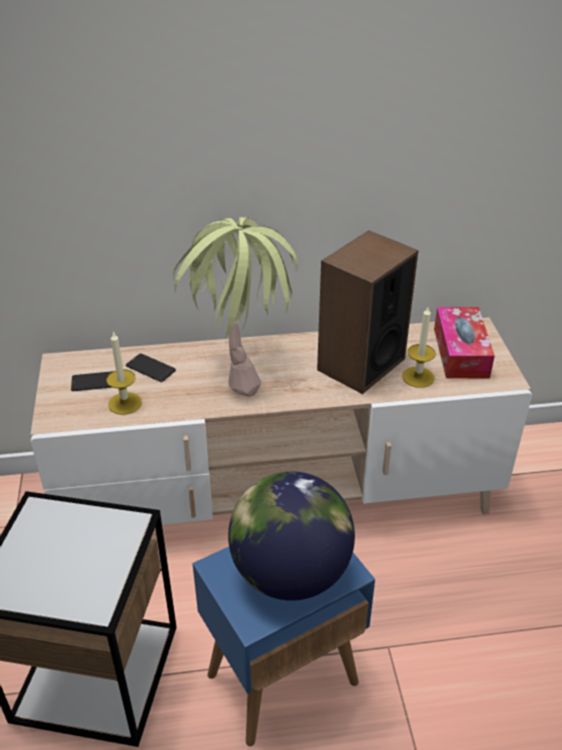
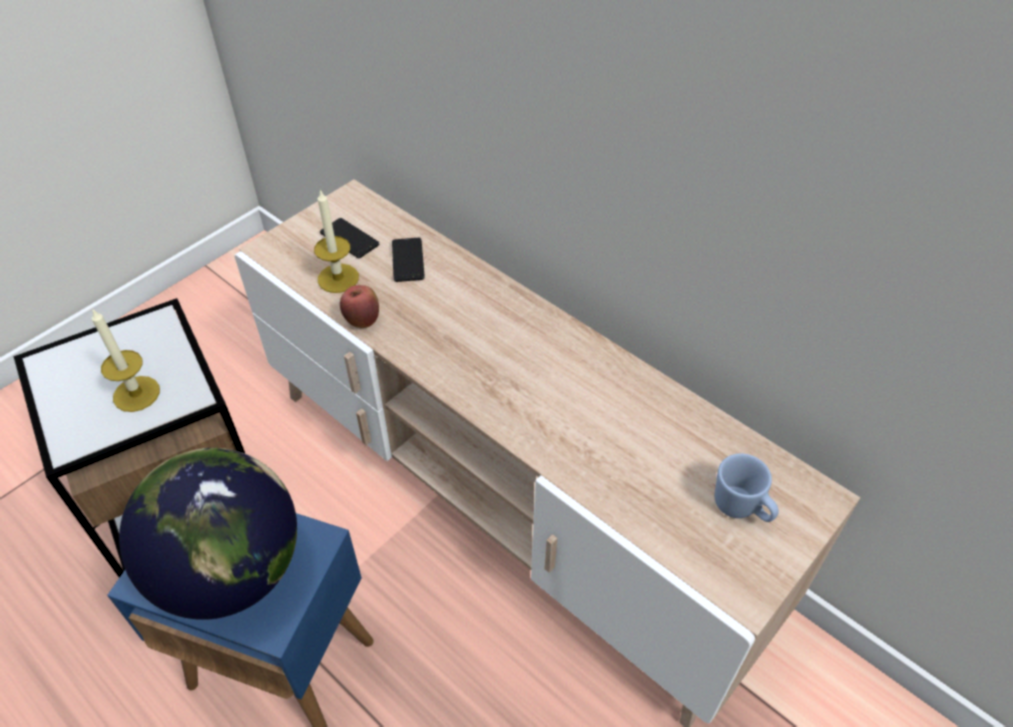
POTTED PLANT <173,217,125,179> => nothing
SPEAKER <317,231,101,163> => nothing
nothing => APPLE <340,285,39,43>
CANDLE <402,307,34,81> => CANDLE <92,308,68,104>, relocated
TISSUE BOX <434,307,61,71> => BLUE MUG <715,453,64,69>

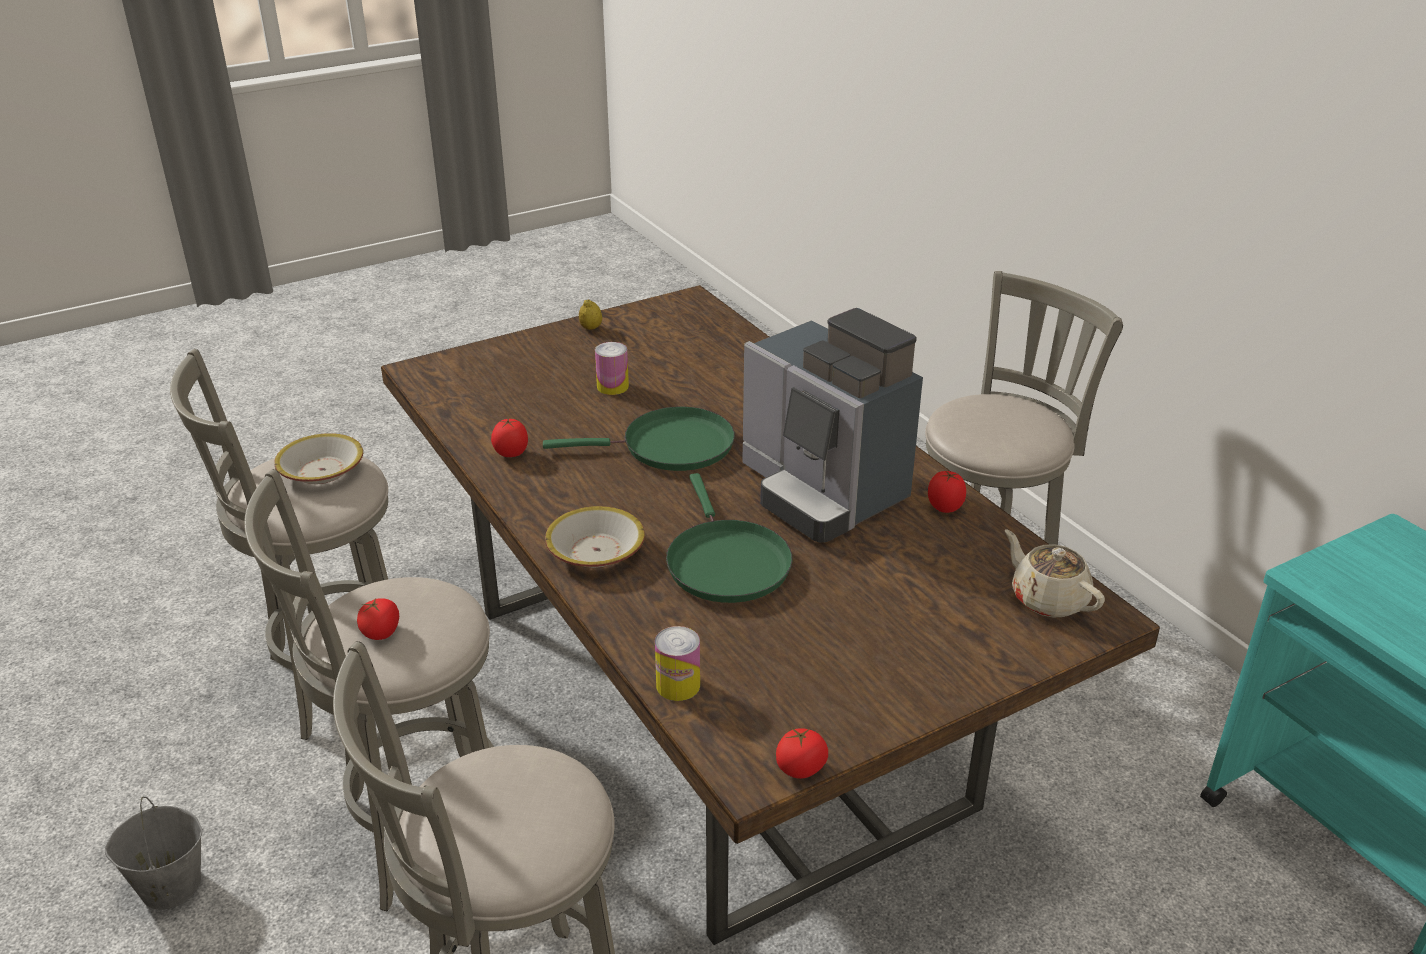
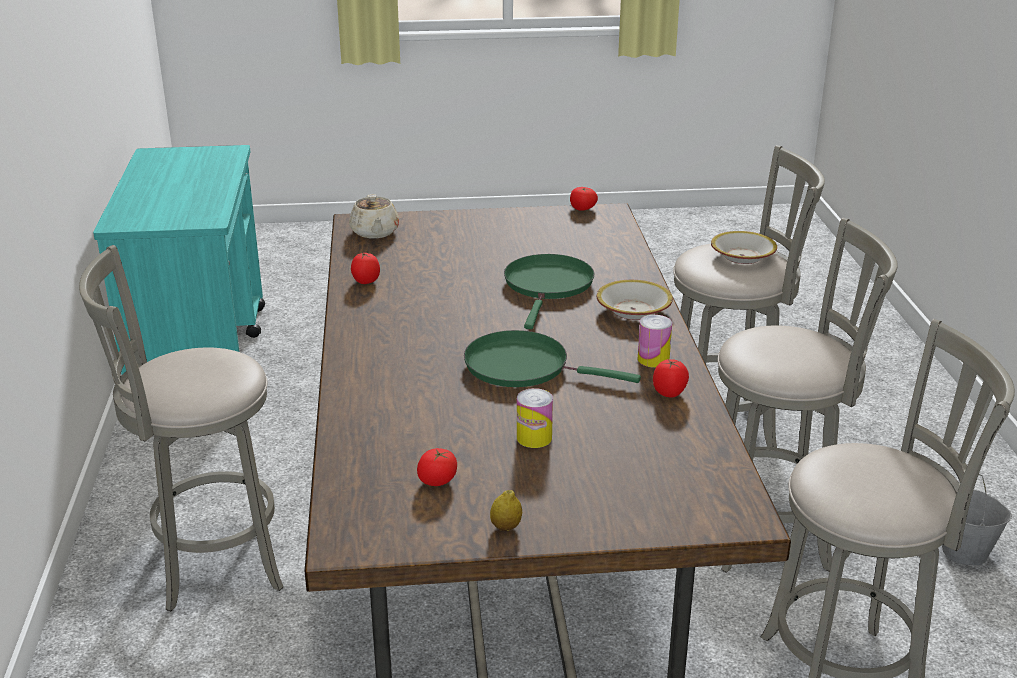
COFFEE MACHINE <742,308,181,235> => nothing
BOWL <274,433,89,51> => BOWL <711,231,66,33>, relocated
TOMATO <357,598,42,42> => TOMATO <417,448,40,38>, relocated
CAN <655,626,45,75> => CAN <638,315,34,53>, relocated

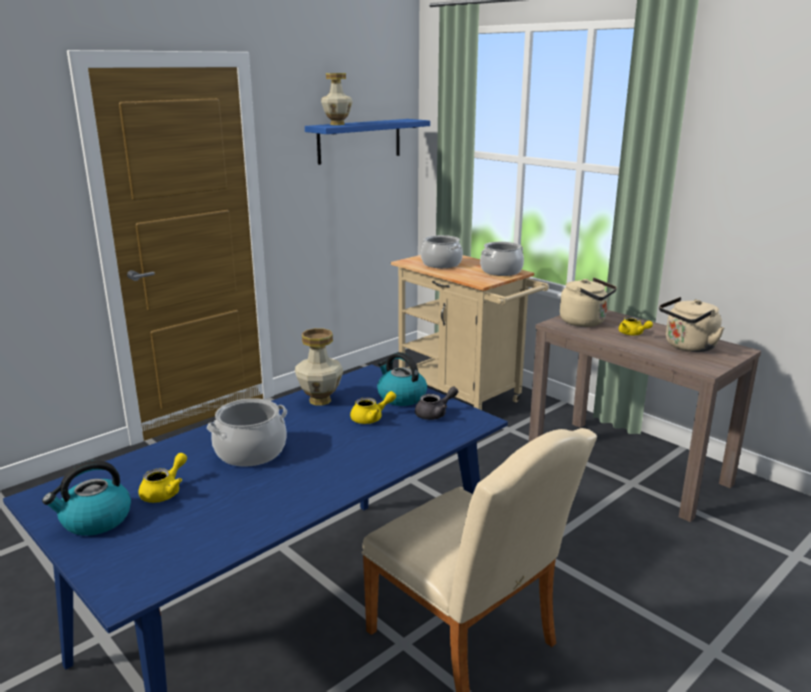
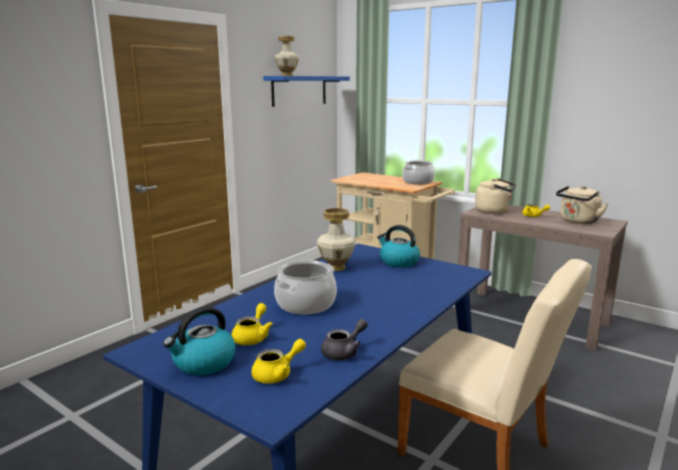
COOKING POT <421,235,42,33> => nothing
YELLOW TEAPOT <350,391,46,33> => YELLOW TEAPOT <251,339,55,45>, relocated
GREY TEAPOT <415,386,43,34> => GREY TEAPOT <321,319,47,41>, relocated

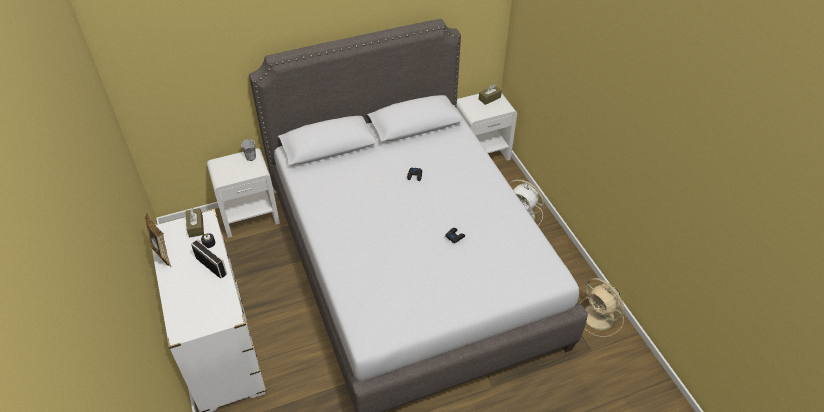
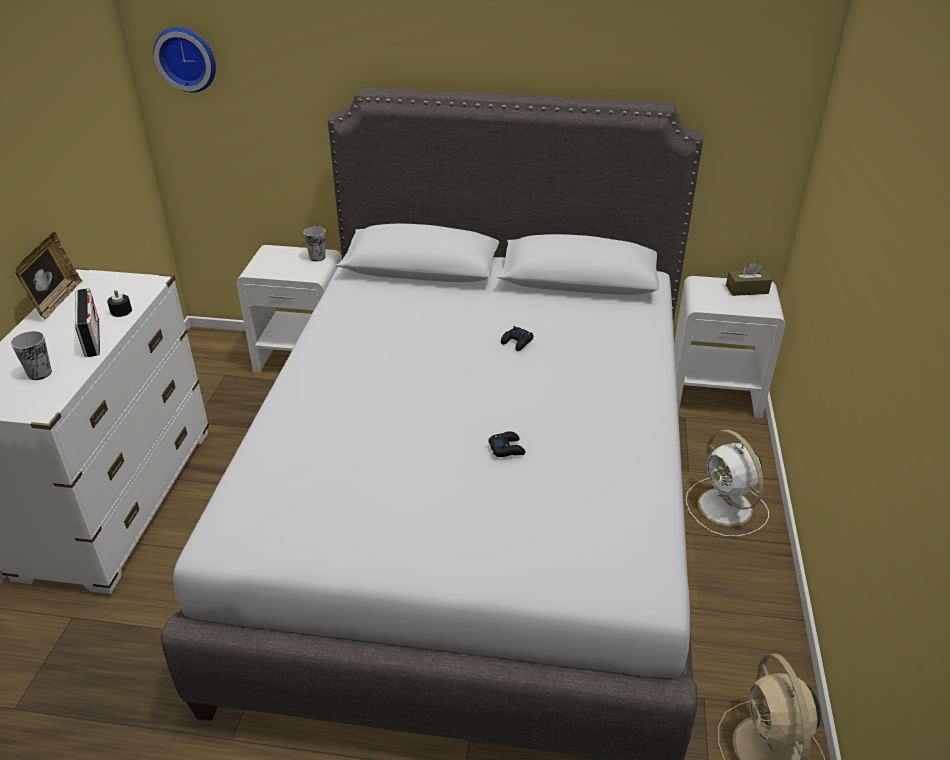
BROWN TISSUE BOX <186,208,18,30> => nothing
nothing => CUP <11,331,41,49>
nothing => WALL CLOCK <154,27,62,66>

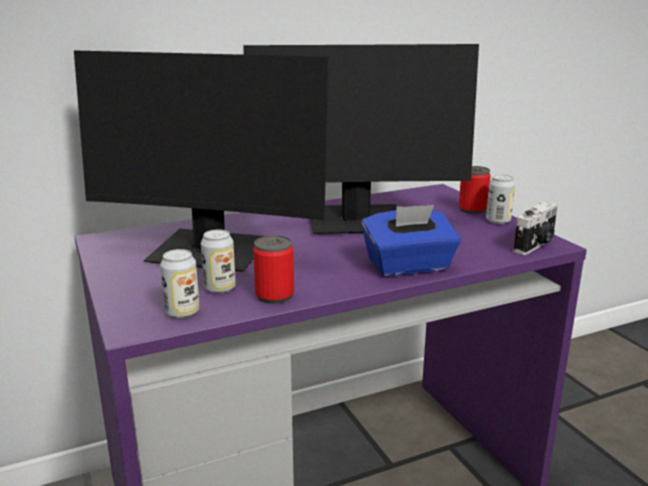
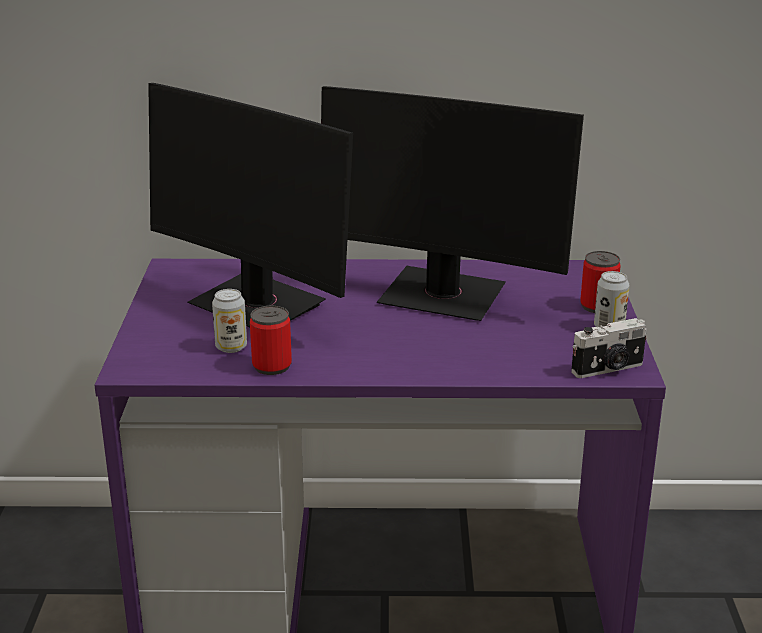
CAN <160,249,40,69> => nothing
BLUE TISSUE BOX <361,205,100,71> => nothing

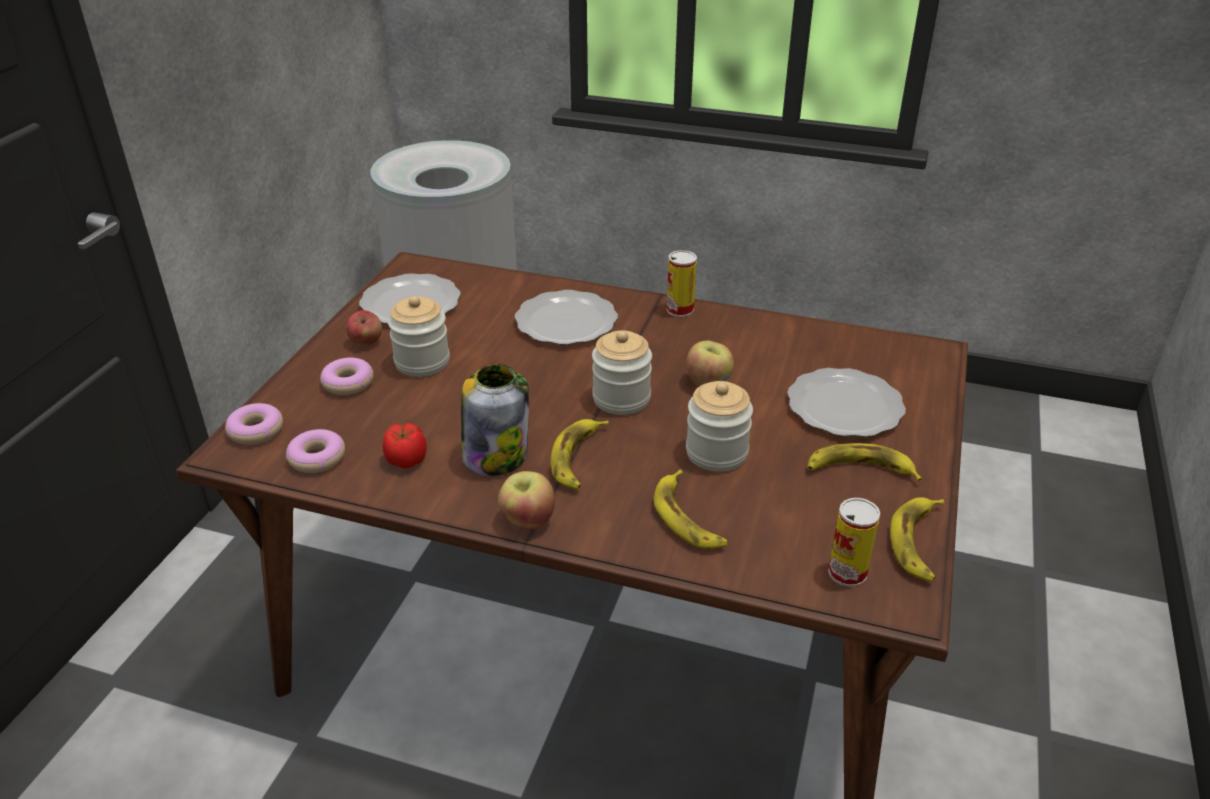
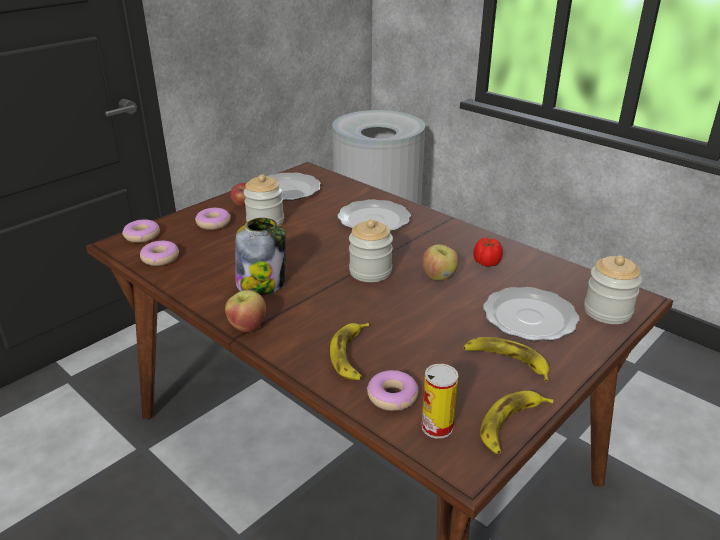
BANANA <550,419,59,70> => nothing
CAN <667,250,30,67> => nothing
nothing => DONUT <367,370,52,41>
TOMATO <382,423,45,45> => TOMATO <474,237,29,30>, relocated
JAR <686,381,67,91> => JAR <584,256,58,68>, relocated

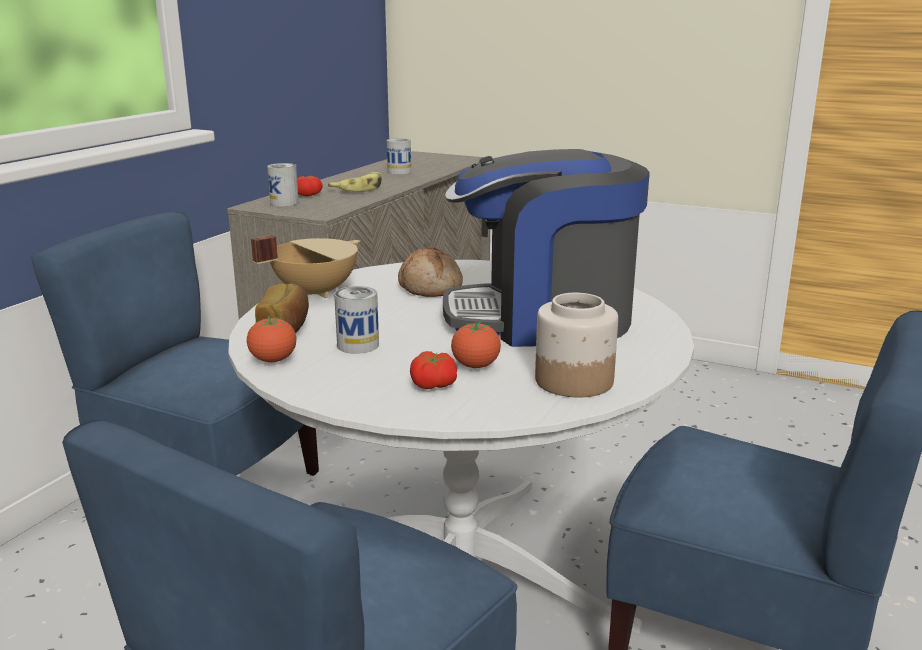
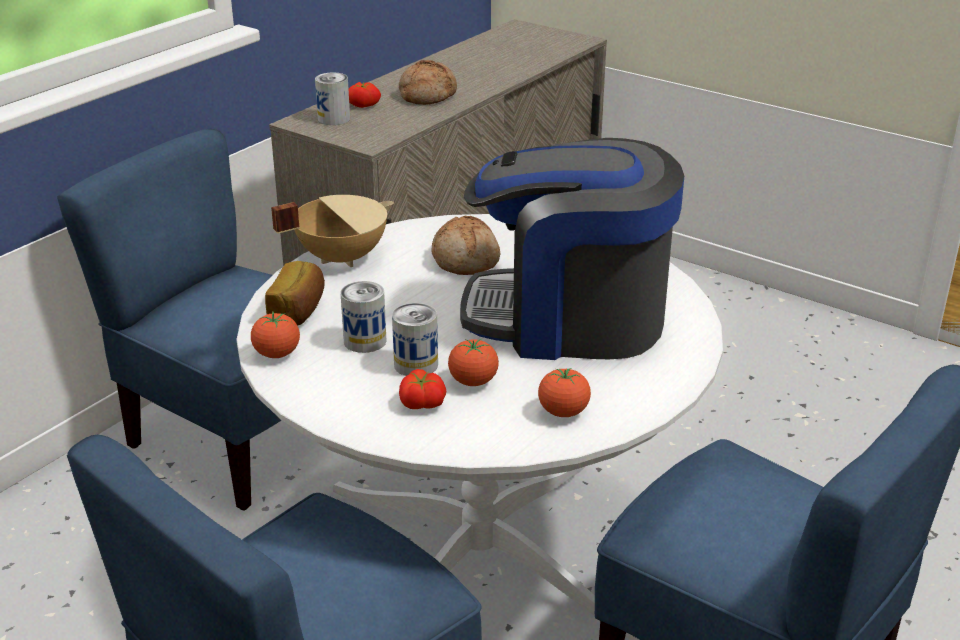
CAN <387,138,24,36> => CAN <392,303,46,73>, relocated
BANANA <328,172,54,20> => BREAD <399,60,58,45>
JAR <535,293,83,104> => TOMATO <538,368,53,49>

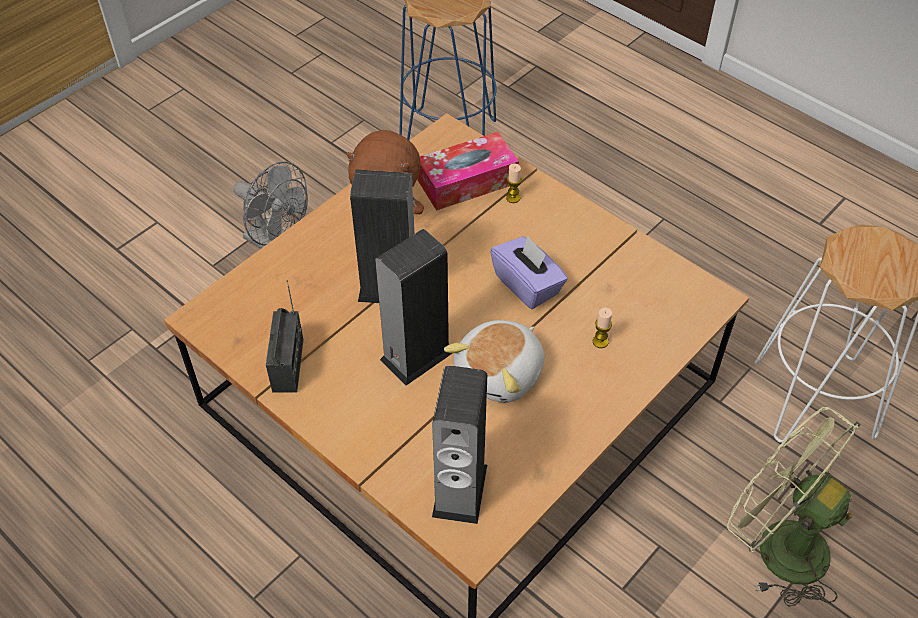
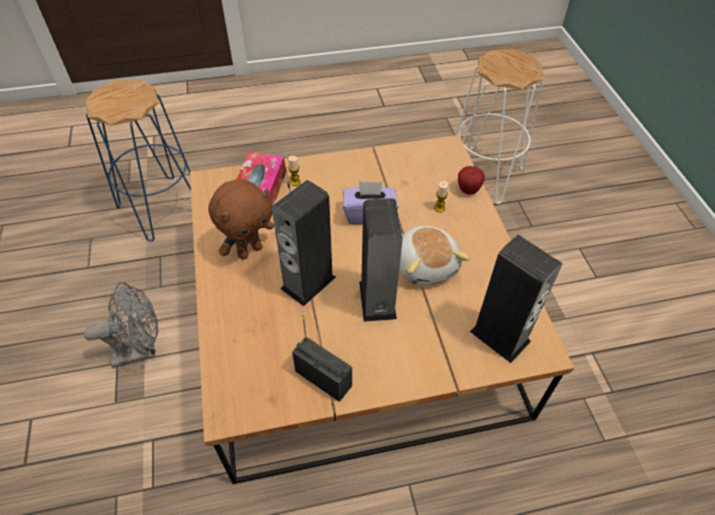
GREEN FAN <727,407,134,200> => nothing
nothing => APPLE <458,166,27,29>

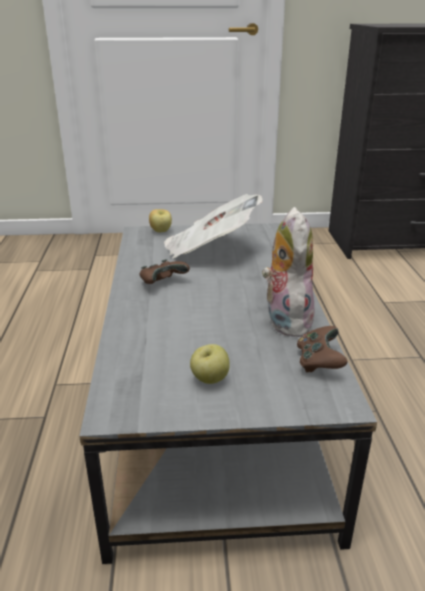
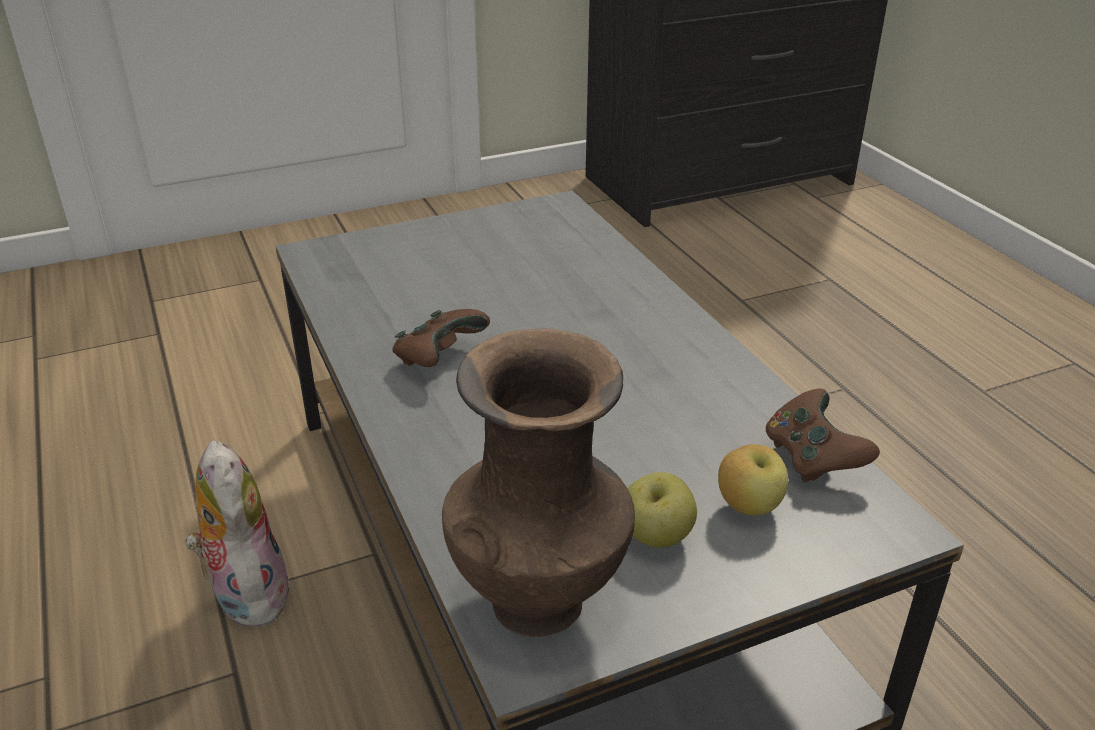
NEWSPAPER <164,194,99,65> => nothing
nothing => BROWN VASE <442,328,193,309>
APPLE <149,209,23,23> => APPLE <718,444,70,72>, relocated
PLUSH TOY <262,207,53,130> => PLUSH TOY <185,440,105,187>, relocated

